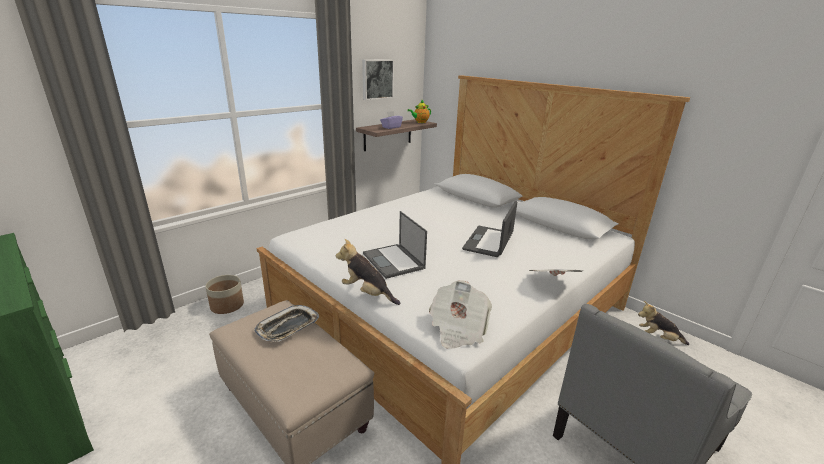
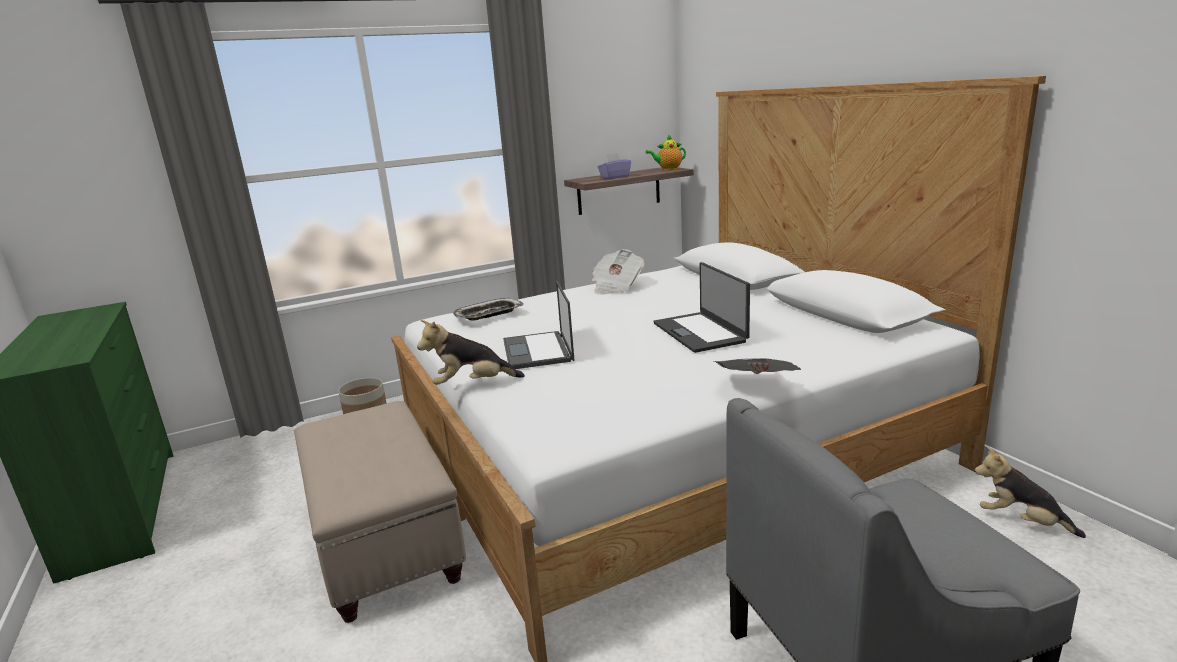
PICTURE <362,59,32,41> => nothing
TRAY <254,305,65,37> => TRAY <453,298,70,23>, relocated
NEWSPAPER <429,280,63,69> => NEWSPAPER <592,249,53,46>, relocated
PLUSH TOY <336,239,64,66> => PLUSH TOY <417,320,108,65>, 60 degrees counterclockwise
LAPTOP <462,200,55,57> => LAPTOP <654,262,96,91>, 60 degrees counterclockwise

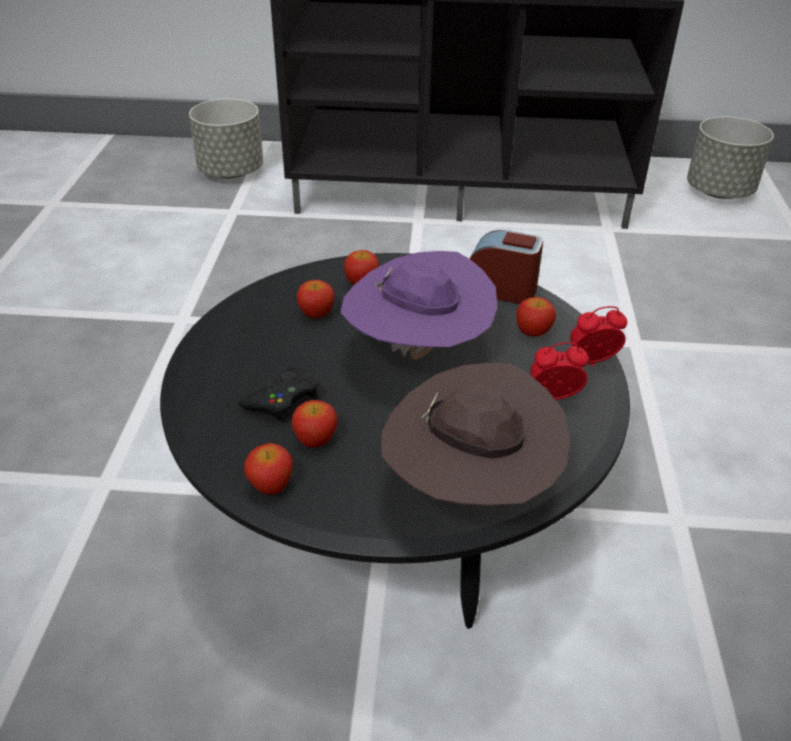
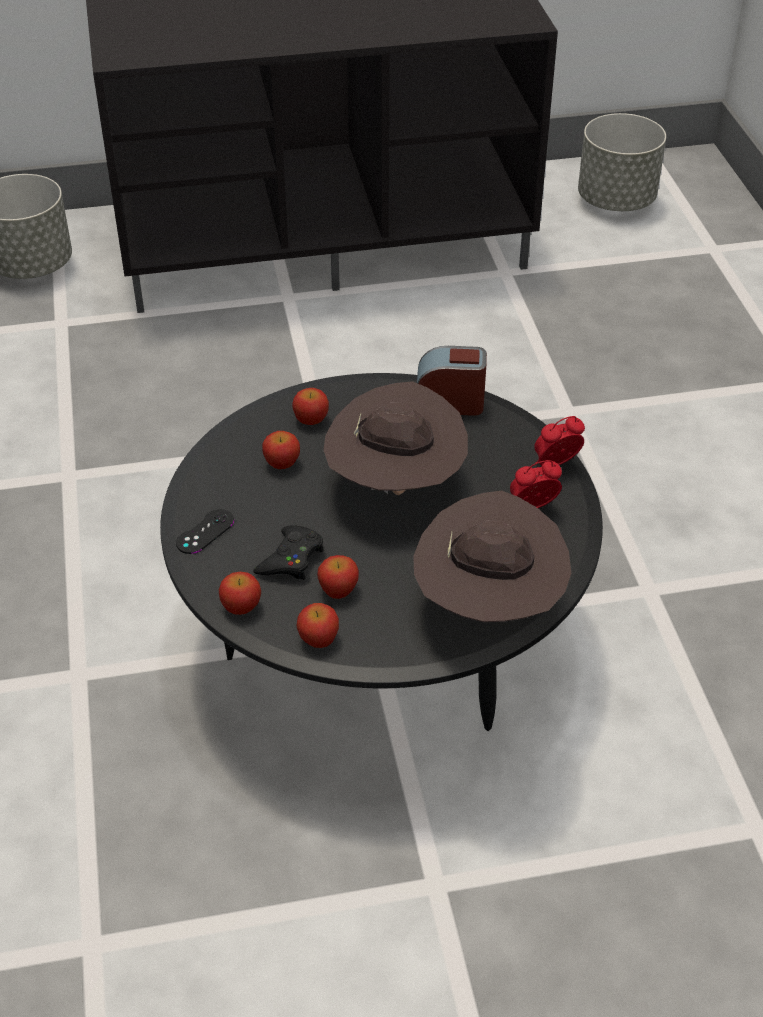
nothing => BLACK GAME CONTROLLER <176,509,58,45>
APPLE <516,297,40,40> => APPLE <219,572,42,43>, relocated
PURPLE HAT <340,251,157,109> => BROWN HAT <324,381,144,114>

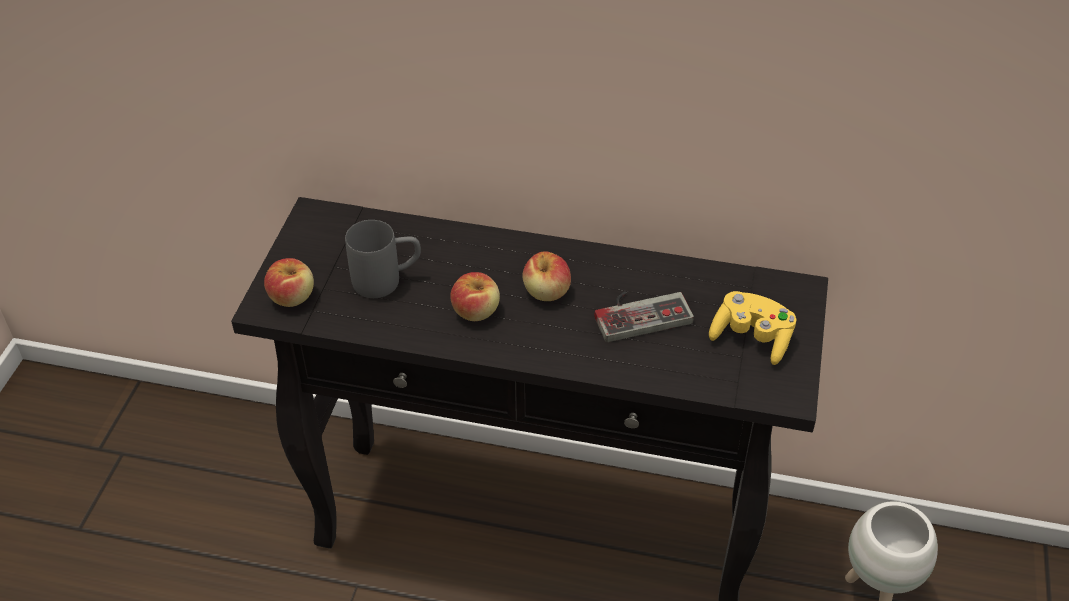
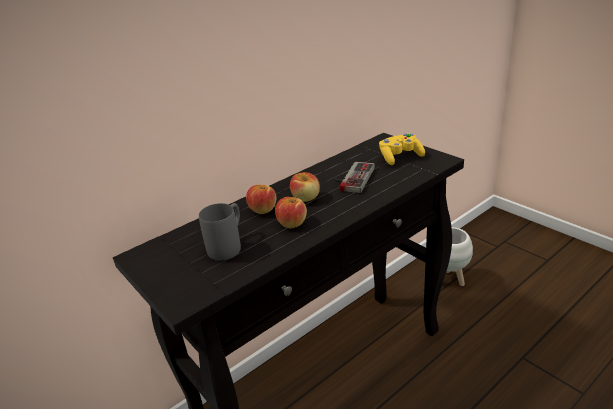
APPLE <264,258,50,49> => APPLE <246,185,30,29>, relocated

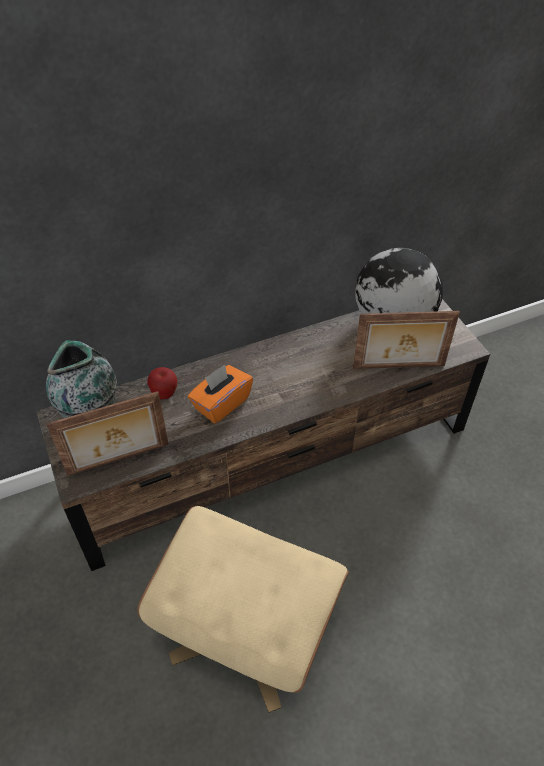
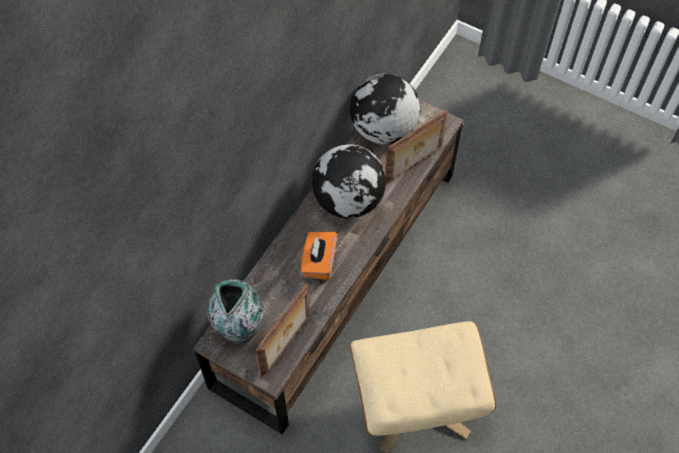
APPLE <147,367,30,32> => nothing
nothing => GLOBE <312,144,74,74>

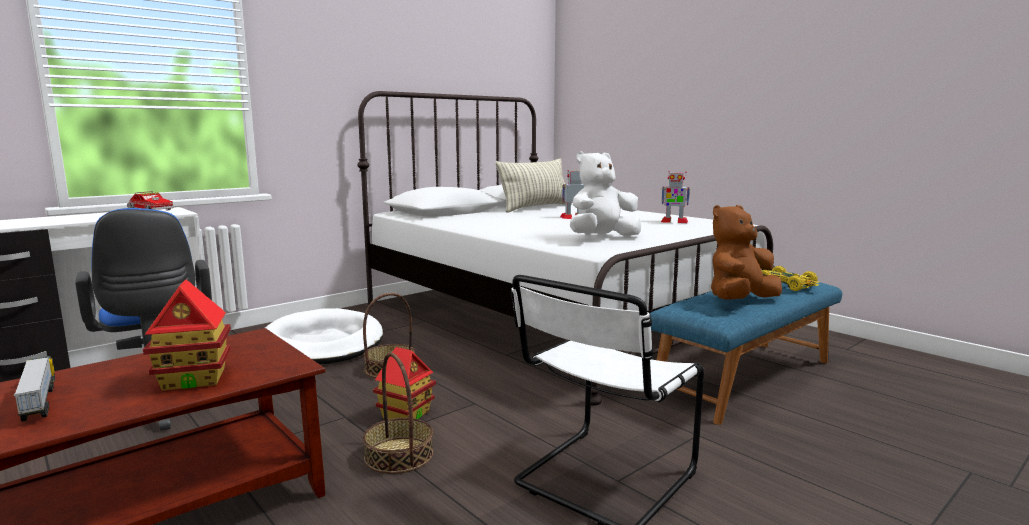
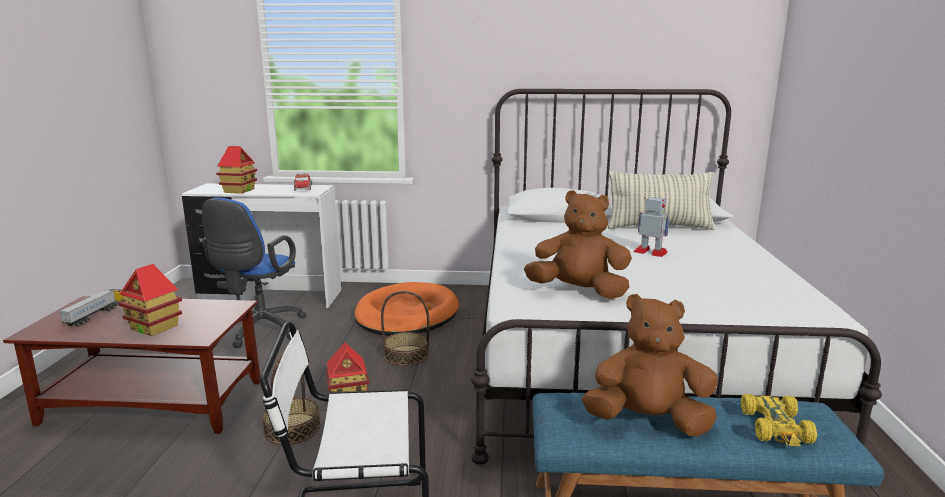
TOY ROBOT <661,171,29,52> => nothing
nothing => TOY HOUSE <216,146,41,48>
WHITE DOG BED <265,308,118,56> => ORANGE DOG BED <354,282,105,54>
WHITE PLUSH TOY <570,151,71,85> => BROWN PLUSH TOY <524,190,108,109>

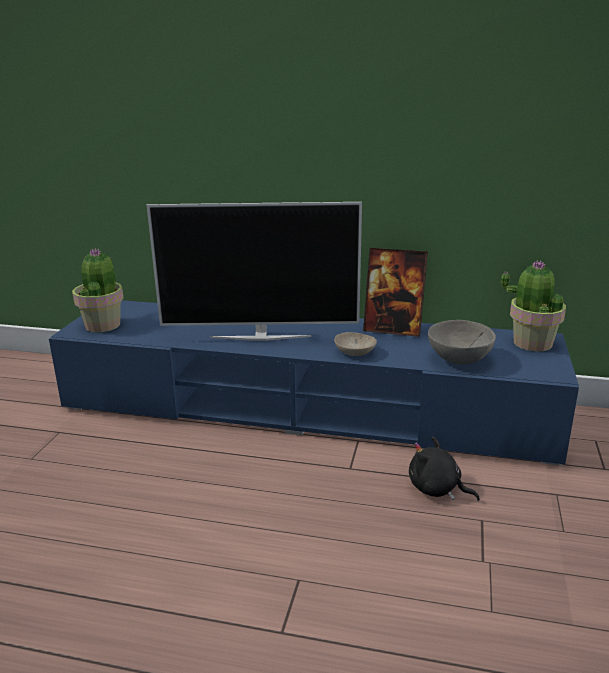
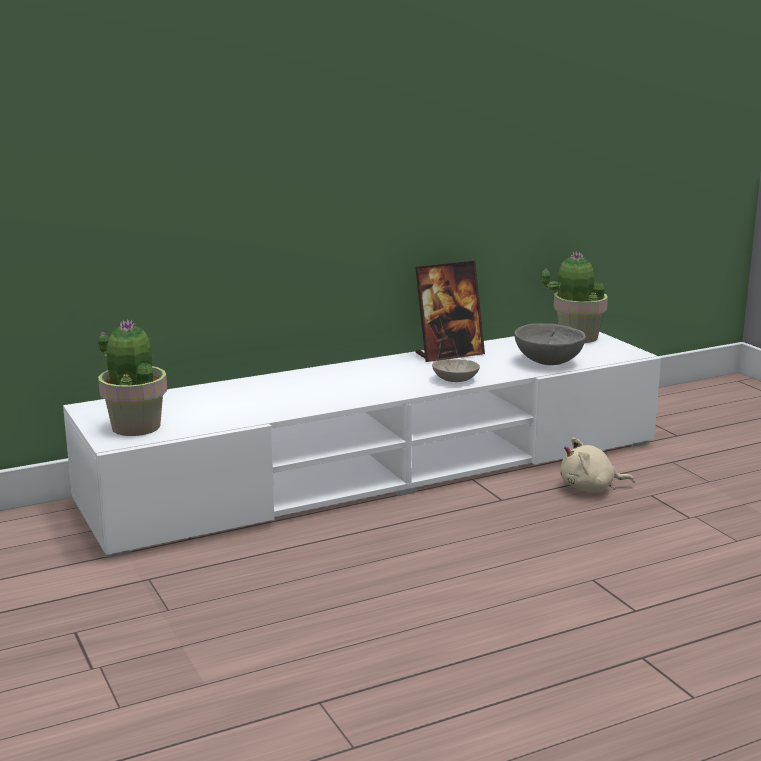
TELEVISION <147,202,215,139> => nothing
BLUE TV STAND <49,300,530,166> => WHITE TV STAND <63,332,598,226>
BLACK PLUSH TOY <409,436,71,65> => BEIGE PLUSH TOY <560,437,75,56>

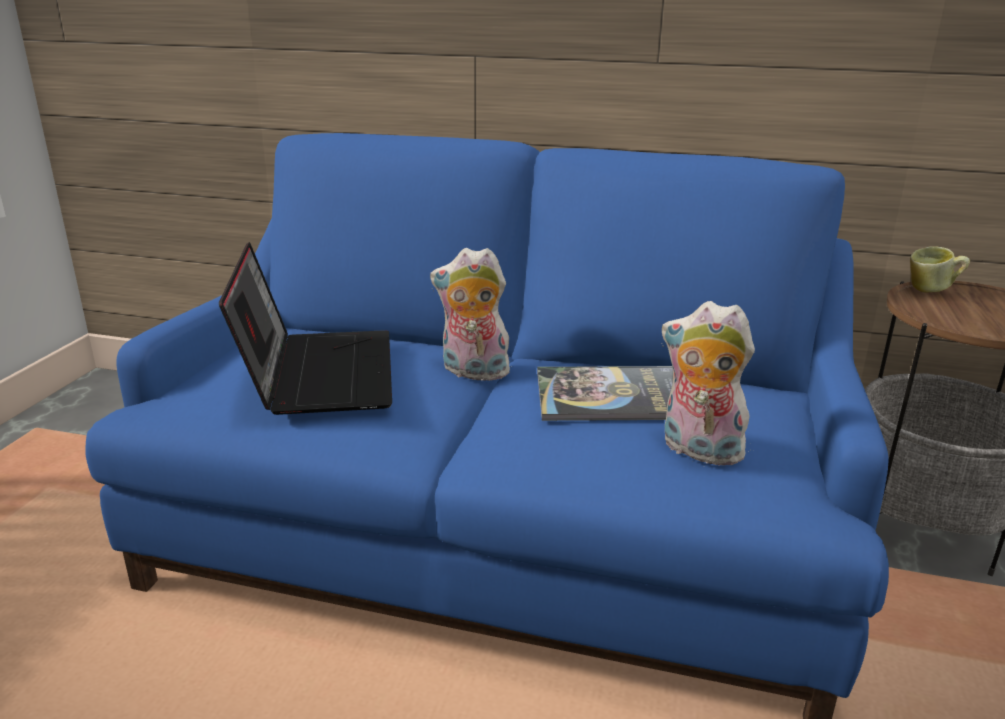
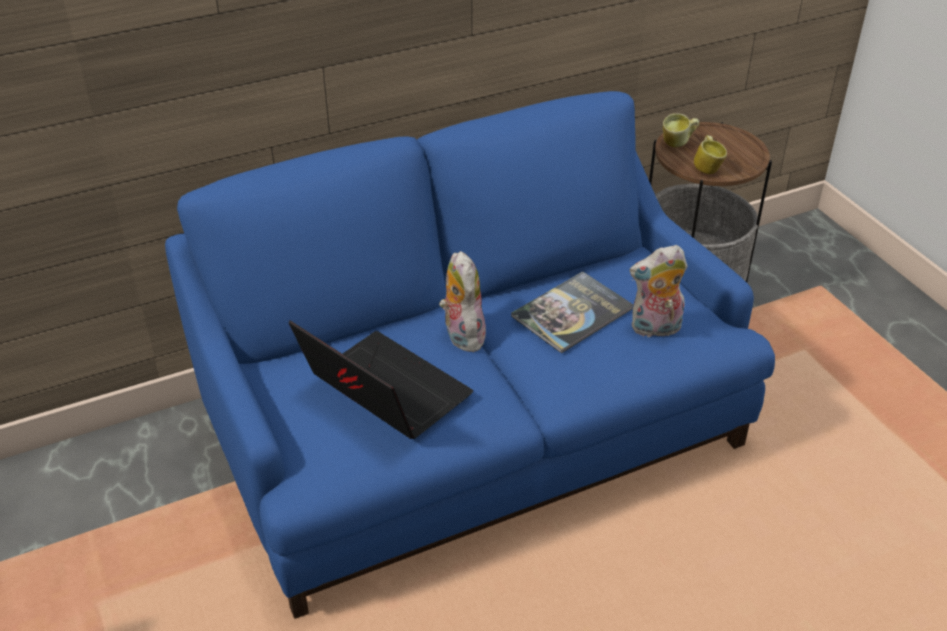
nothing => MUG <694,135,33,39>
PLUSH TOY <430,248,83,136> => PLUSH TOY <439,251,47,101>, 105 degrees clockwise

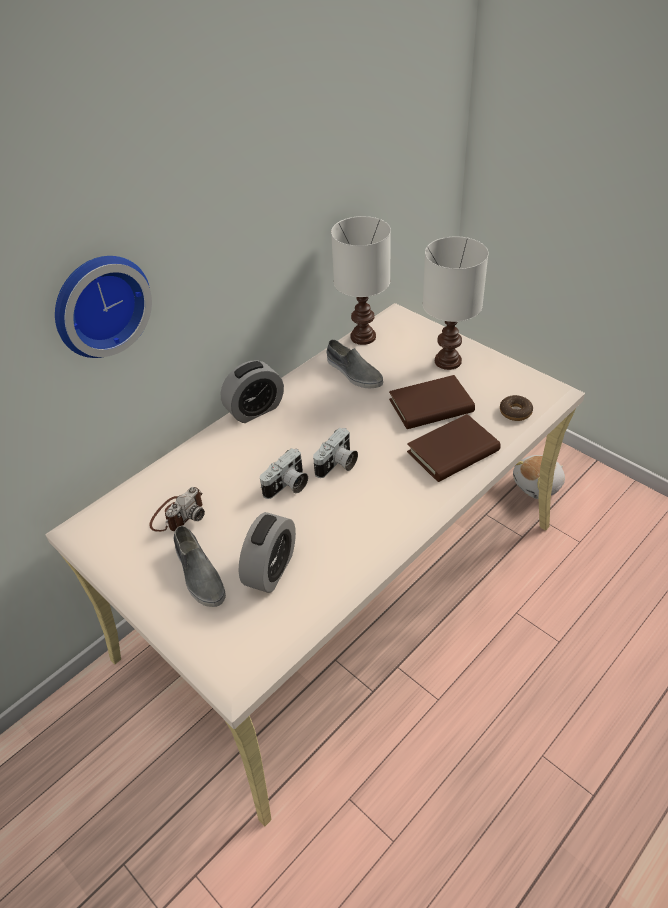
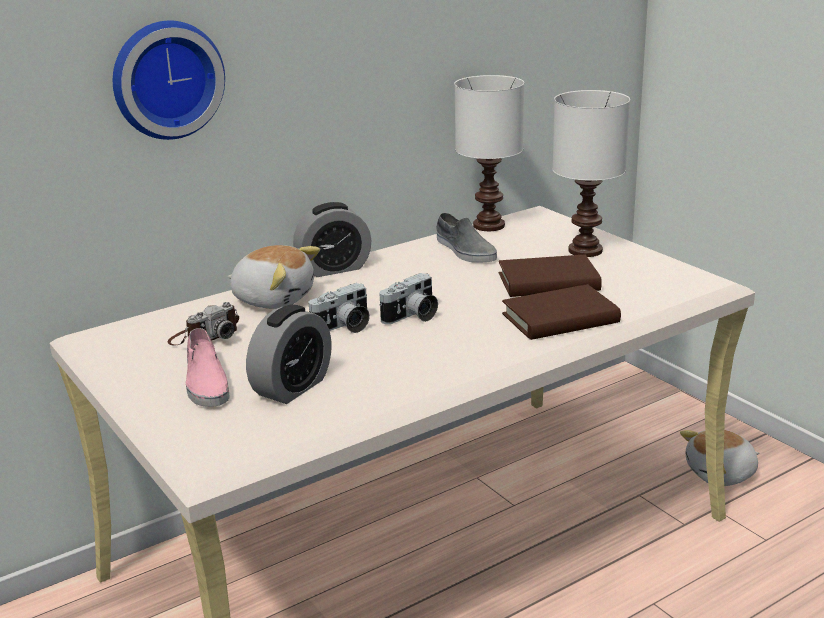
DONUT <500,395,33,26> => nothing
nothing => PLUSH TOY <228,245,92,64>
GREY SHOE <173,526,53,81> => PINK SHOE <186,328,44,79>

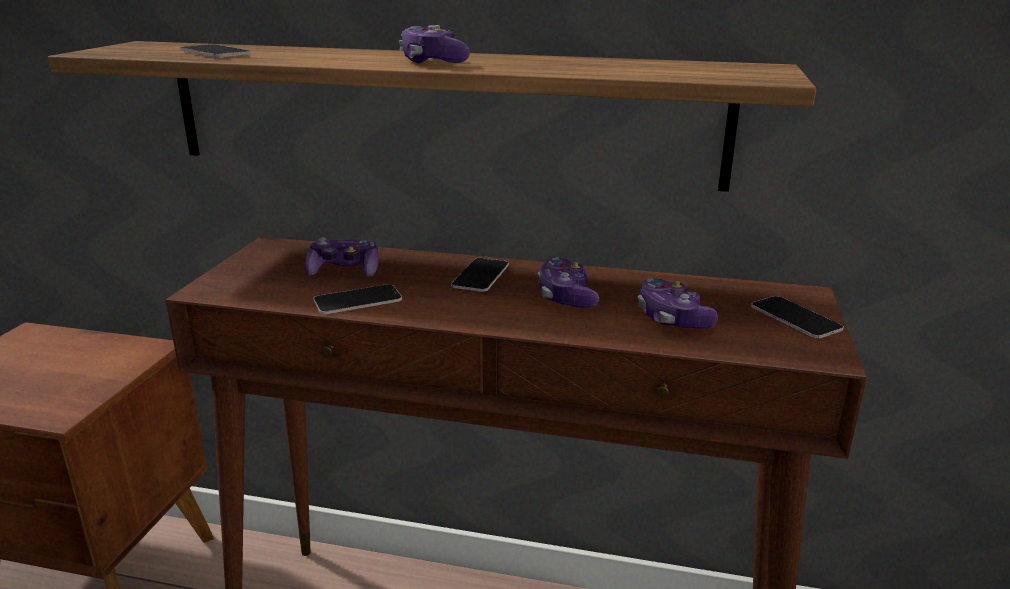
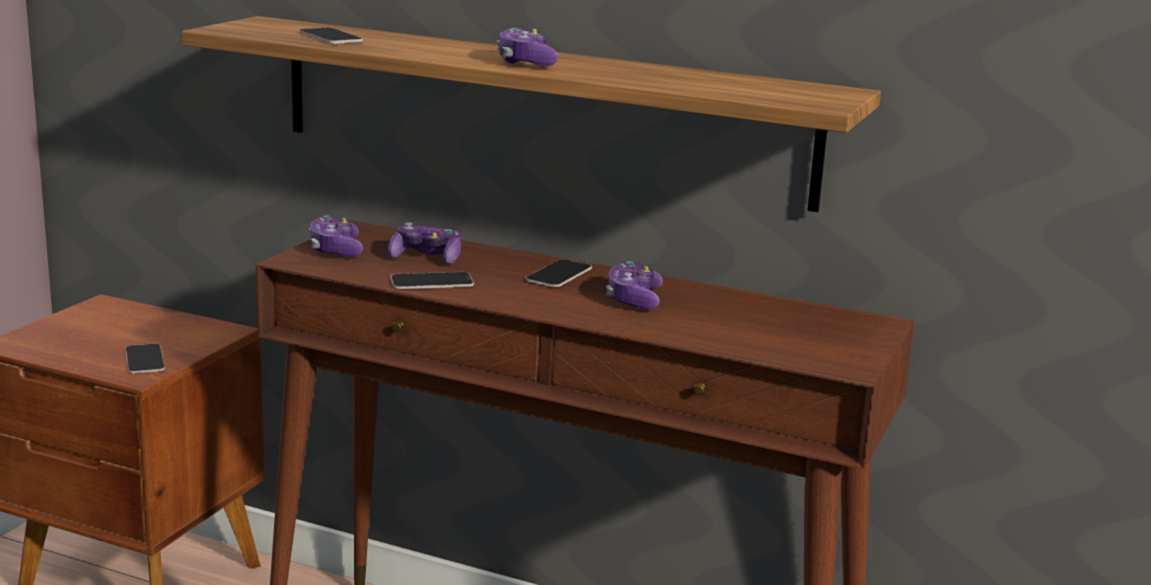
GAME CONTROLLER <637,278,81,51> => GAME CONTROLLER <309,215,54,42>, relocated
PHONE <751,296,93,42> => PHONE <125,343,40,31>, relocated

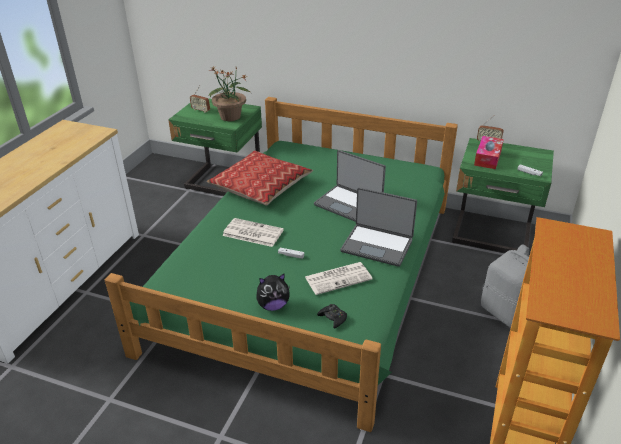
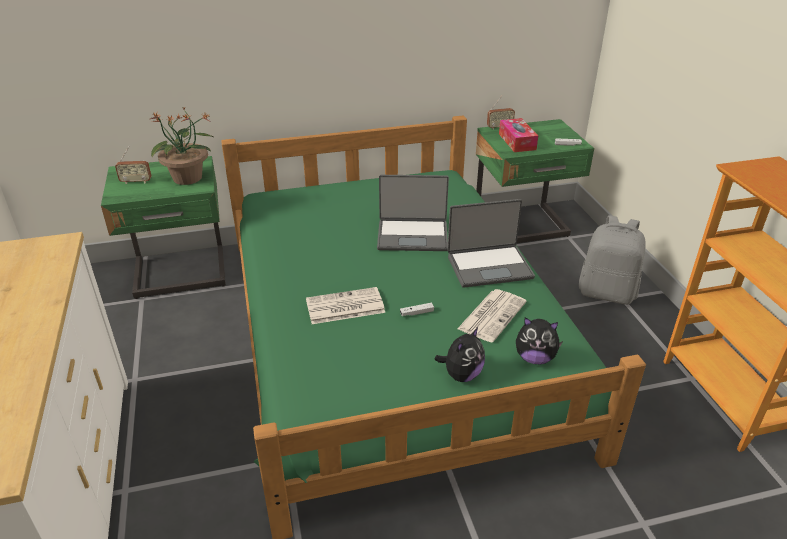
PILLOW <207,150,106,56> => nothing
BLACK GAME CONTROLLER <317,304,30,25> => PLUSH TOY <516,317,47,47>

